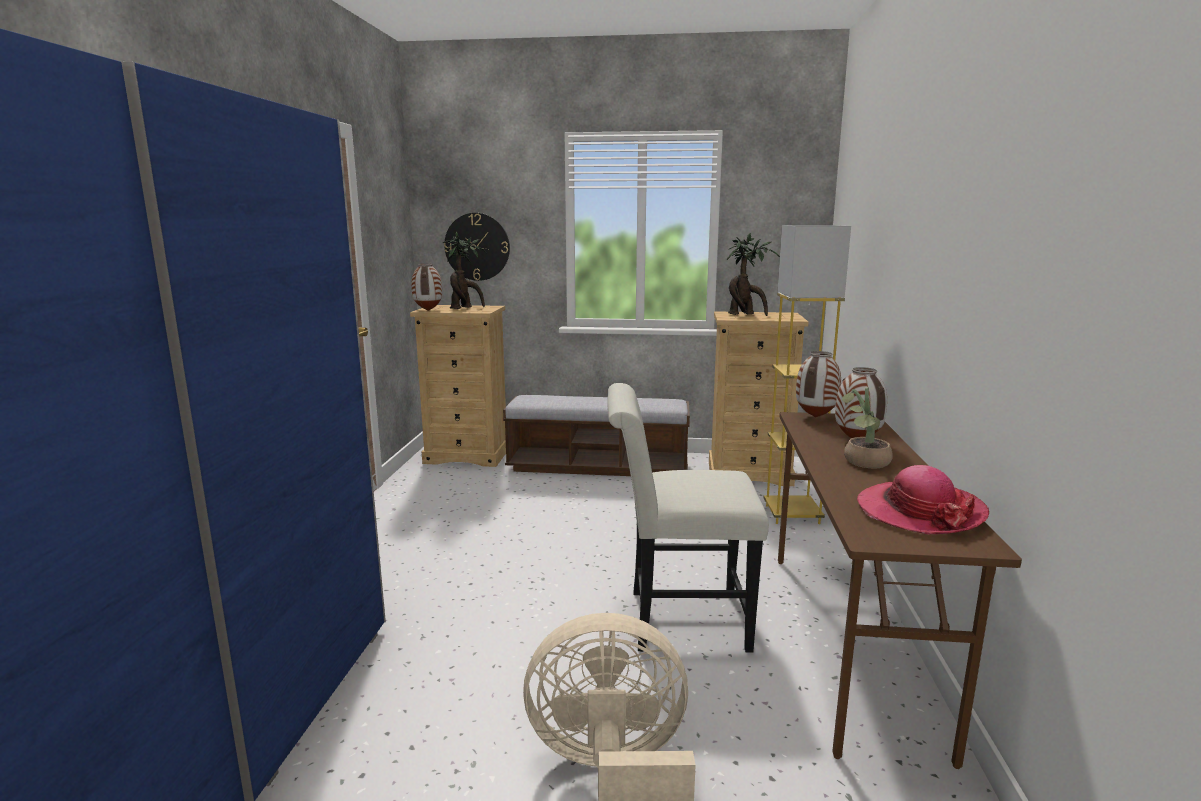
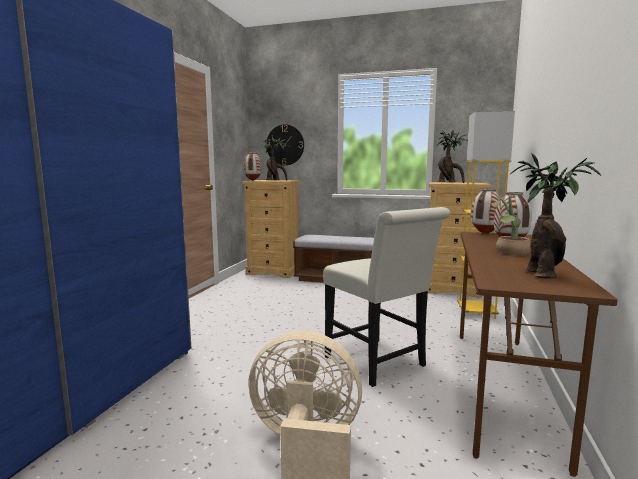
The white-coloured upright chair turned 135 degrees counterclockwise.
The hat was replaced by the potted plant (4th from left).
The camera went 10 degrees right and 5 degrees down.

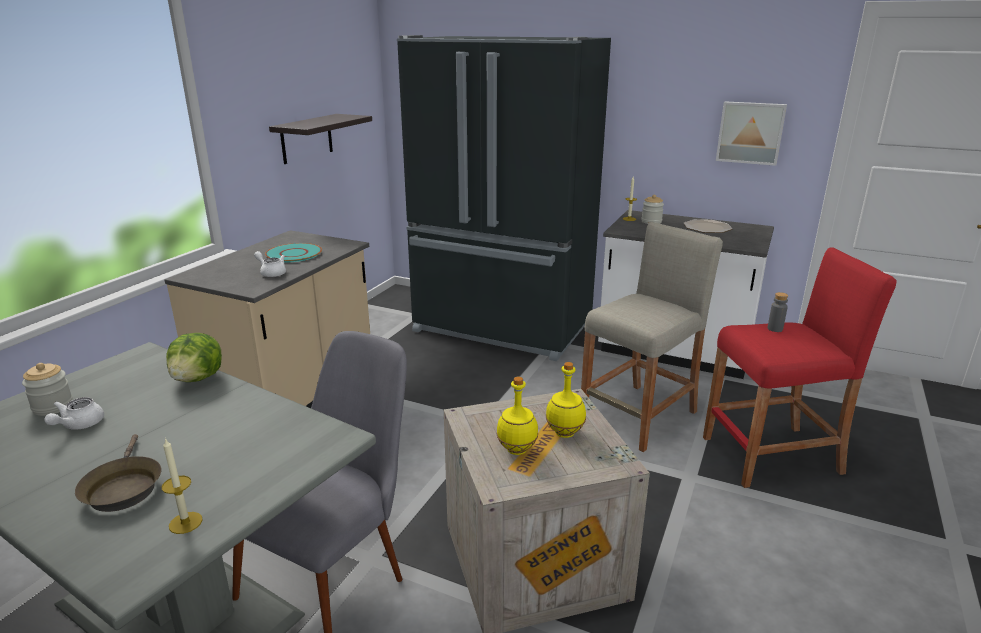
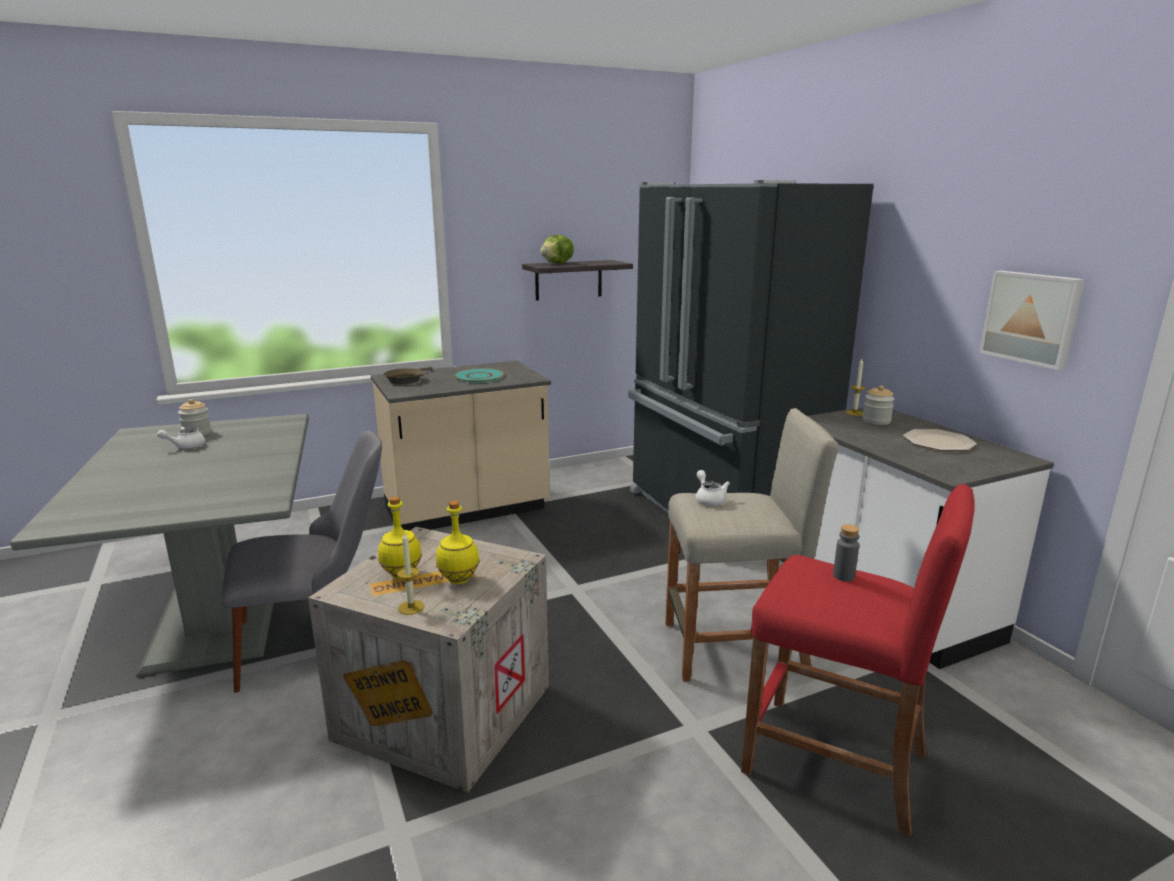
The brown pan moved.
The candle (1st from left) moved.
The lettuce moved.
The white-coloured pot for tea (2nd from left) moved.
The camera went 40 degrees right and 5 degrees down.

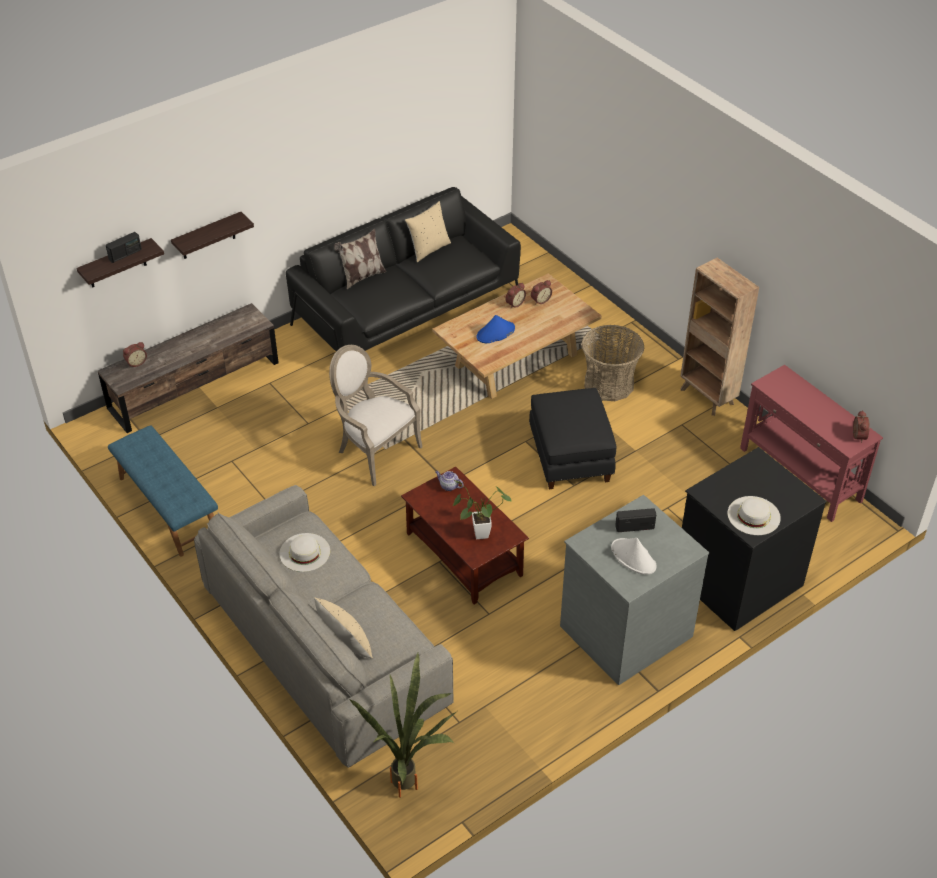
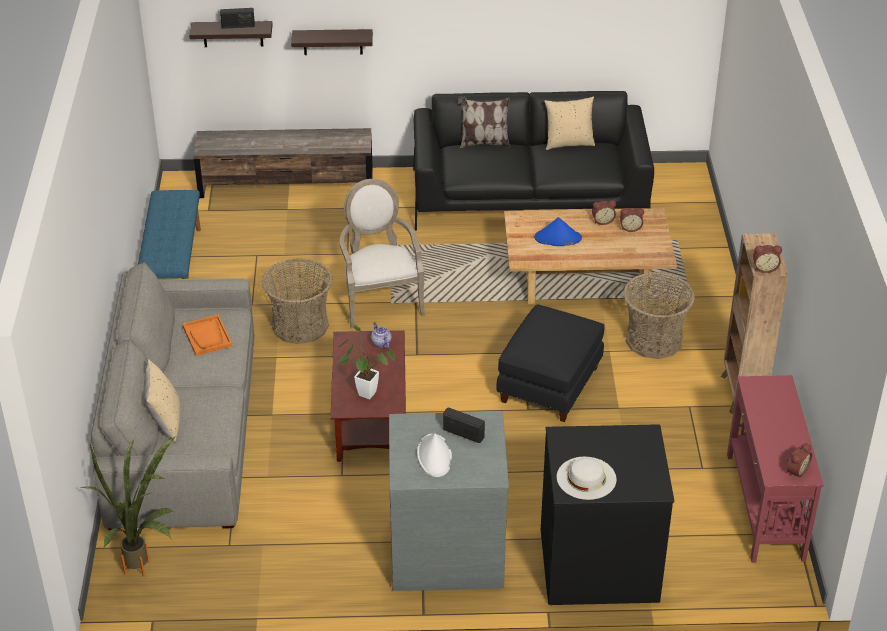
The white-coloured hat (1st from left) was replaced by the orangey serving tray.
The storage basket (1st from left) appeared.
The table clock (1st from left in the first image) moved.
The camera went 35 degrees right and 5 degrees down.

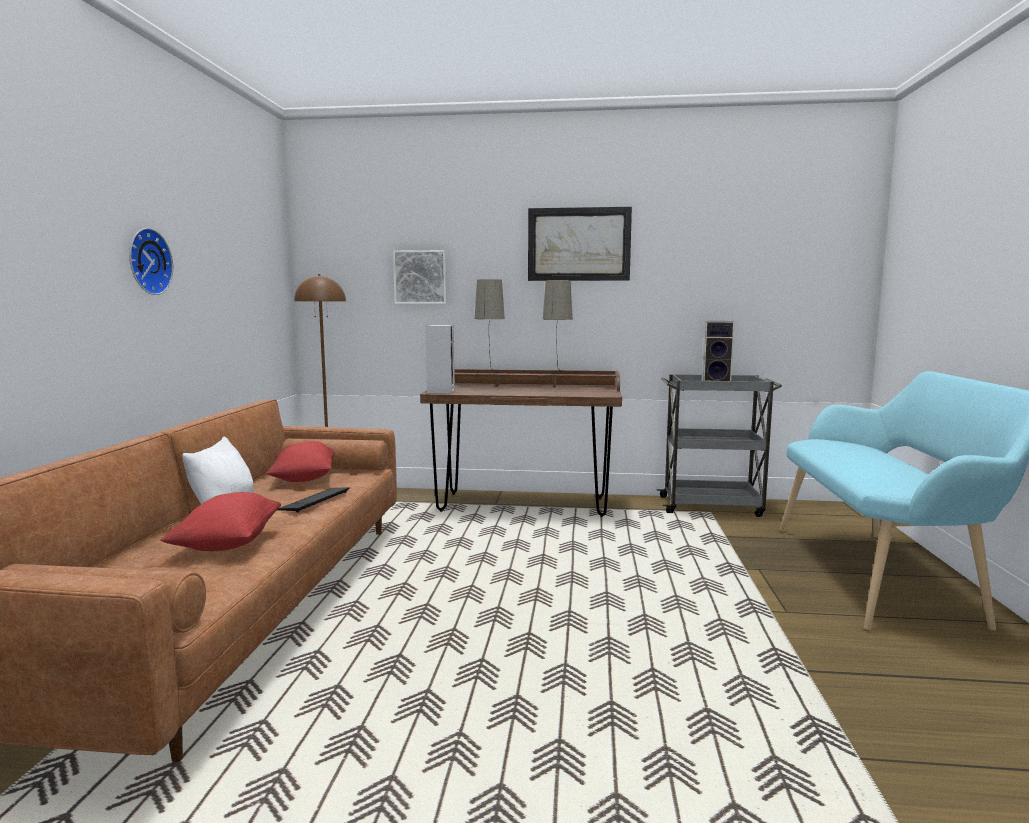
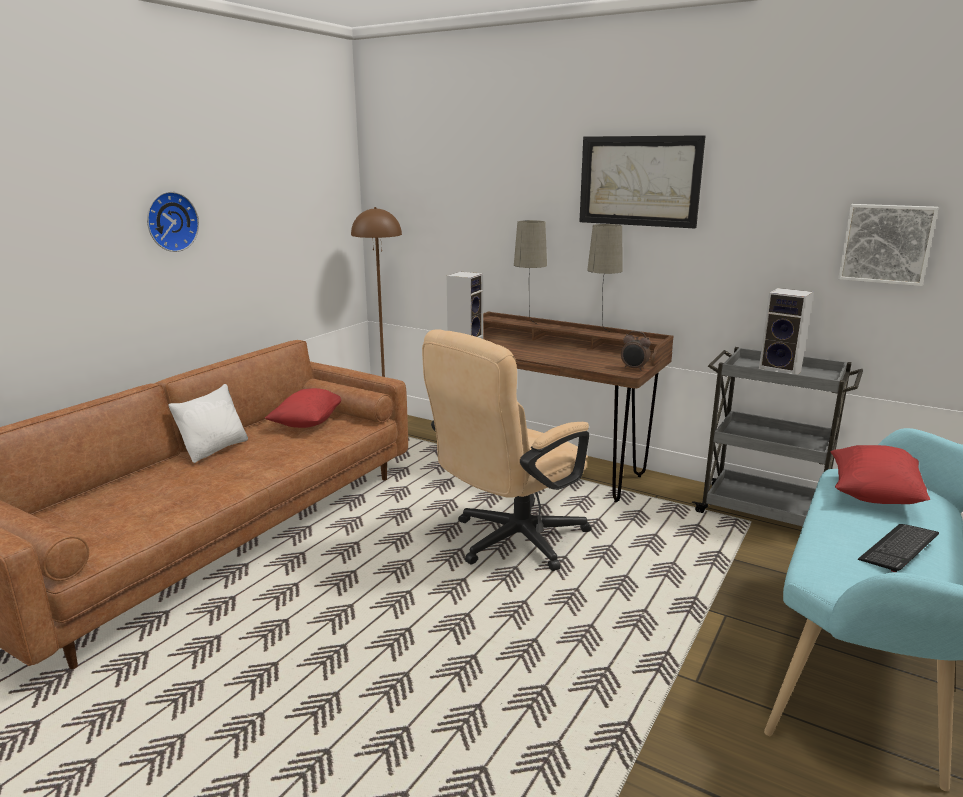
The sand-coloured computer chair appeared.
The table clock appeared.
The reddish pillow (1st from left in the first image) moved.
The wall art (1st from left in the first image) moved.
The computer keyboard moved.
The camera went 25 degrees right and 10 degrees up.

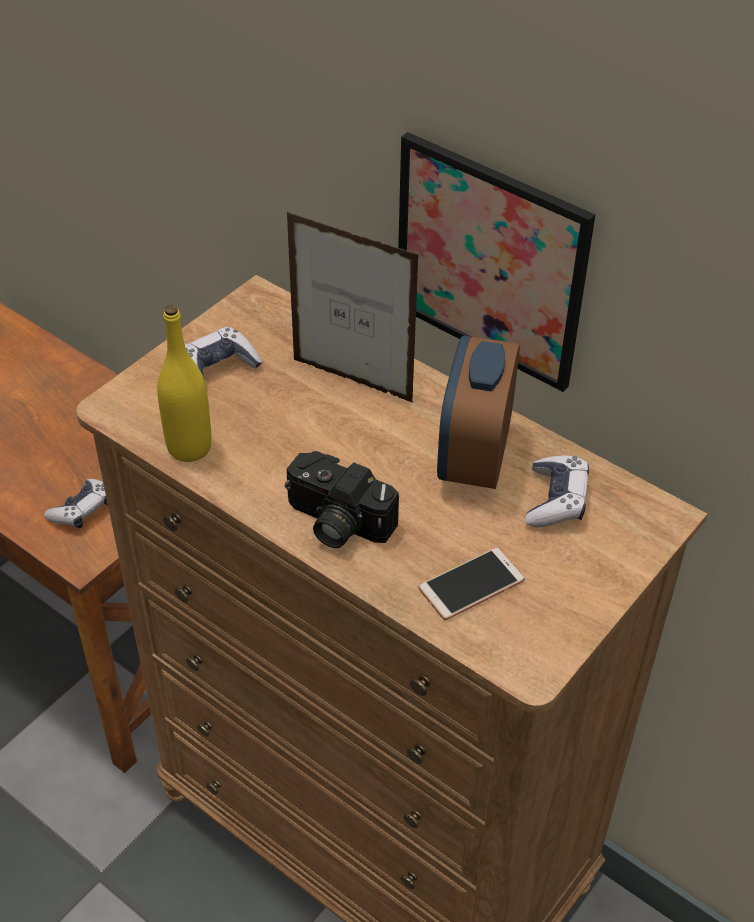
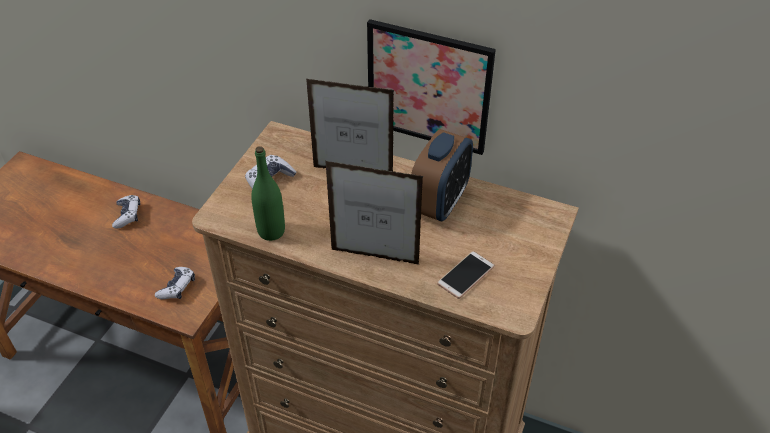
The joypad (3rd from left in the first image) moved.
The yellow drink bottle became the green-coloured drink bottle.
The still camera was replaced by the standing frame (2nd from left).
The table clock turned 150 degrees counterclockwise.
The camera went 15 degrees left and 0 degrees up.

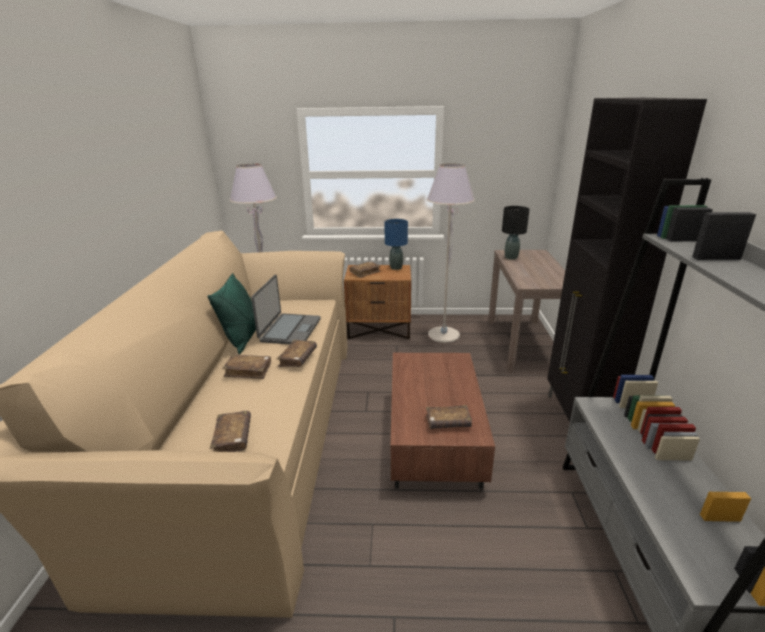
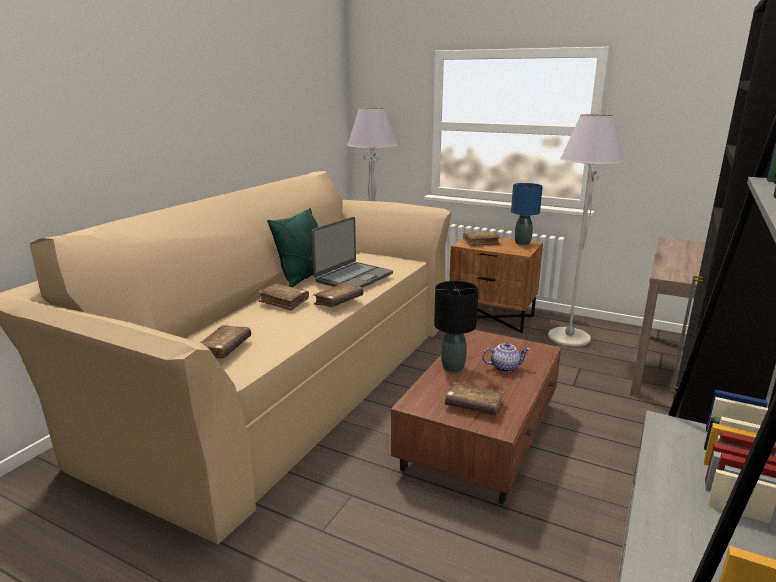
The blackish lamp for a table moved.
The pot for tea appeared.
The camera went 25 degrees right and 5 degrees down.

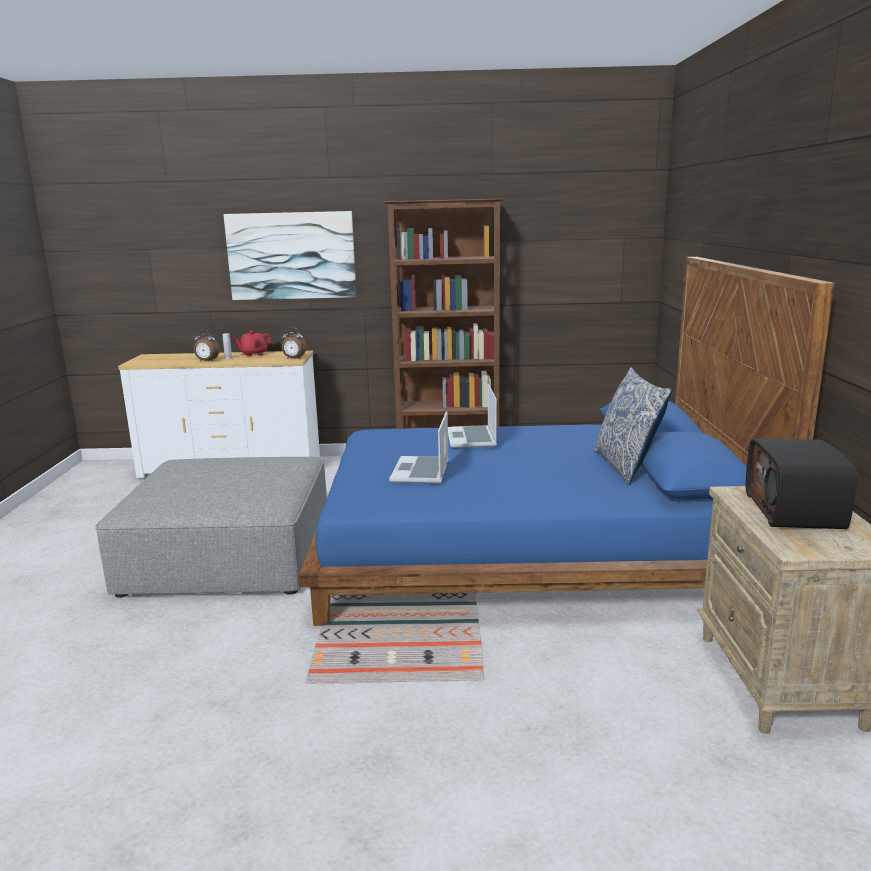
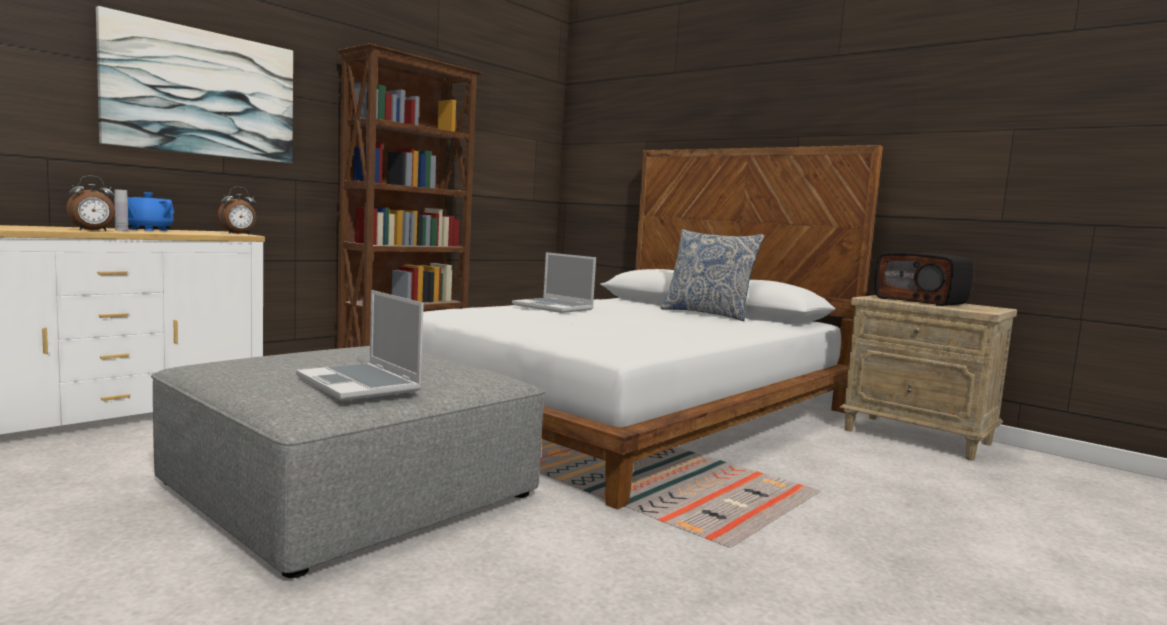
The reddish pot for tea became the bluish pot for tea.
The notebook computer (1st from left) moved.
The bluish sleeping bed became the white-coloured sleeping bed.
The camera went 50 degrees left and 10 degrees down.

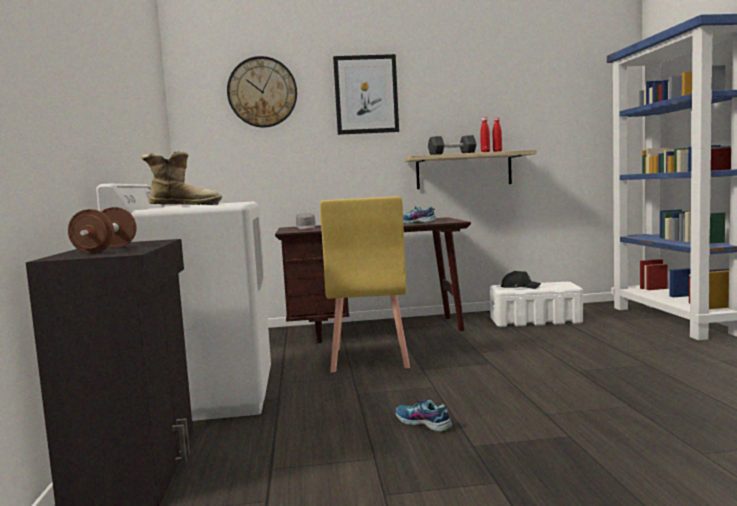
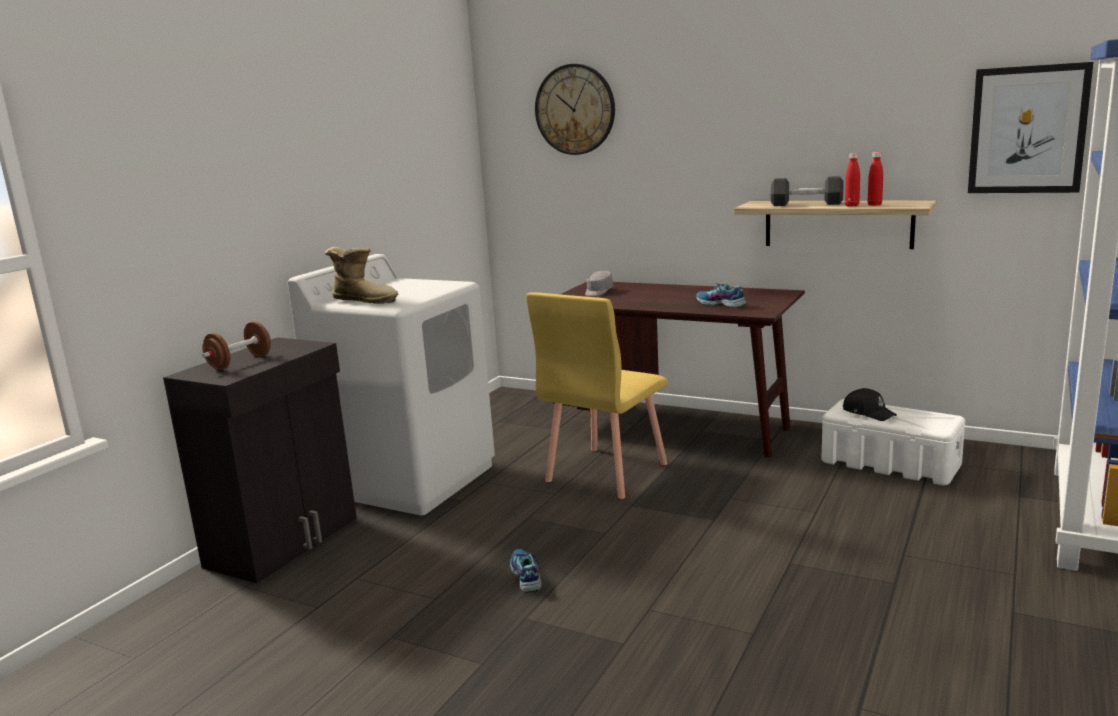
The wall art moved.
The camera went 35 degrees right and 10 degrees up.

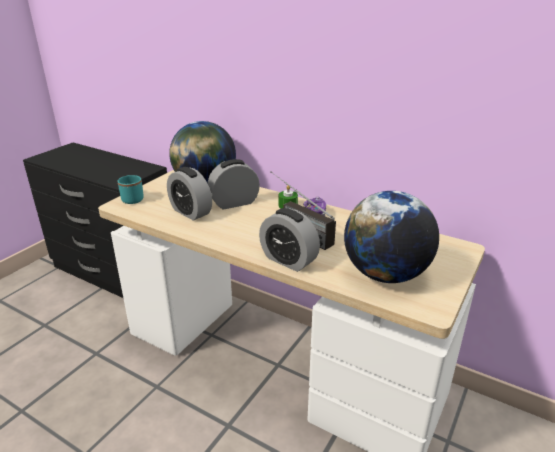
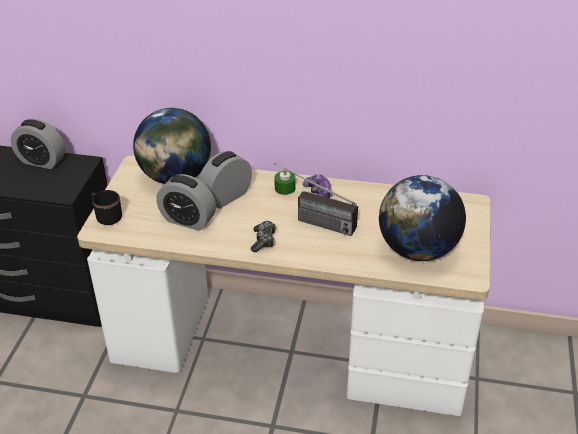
The table clock (3rd from left in the first image) moved.
The turquoise coffee mug became the blackish coffee mug.
The joypad (1st from left) appeared.
The camera went 20 degrees left and 10 degrees up.

